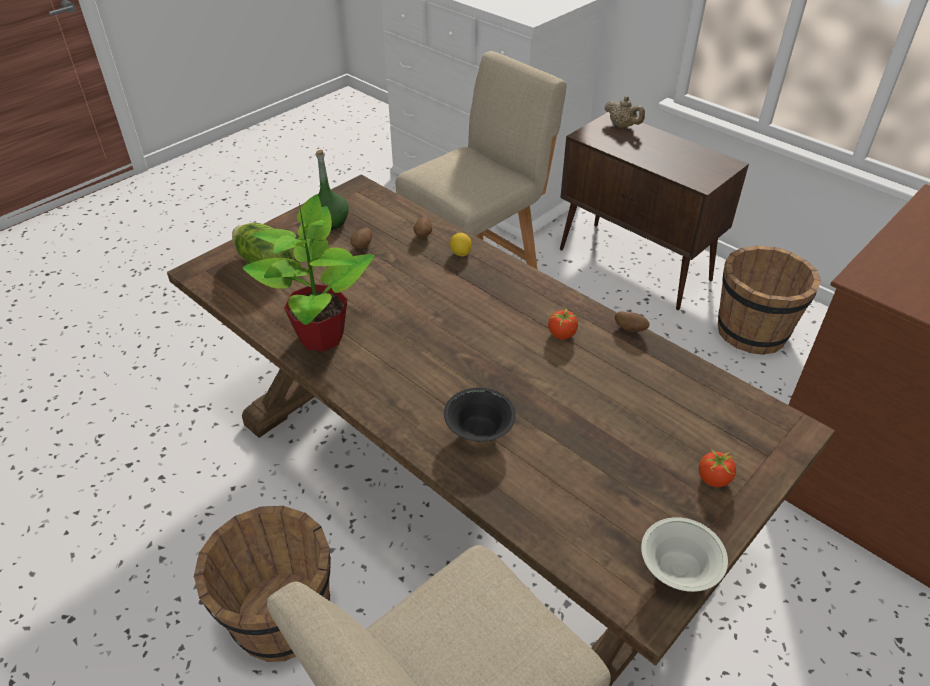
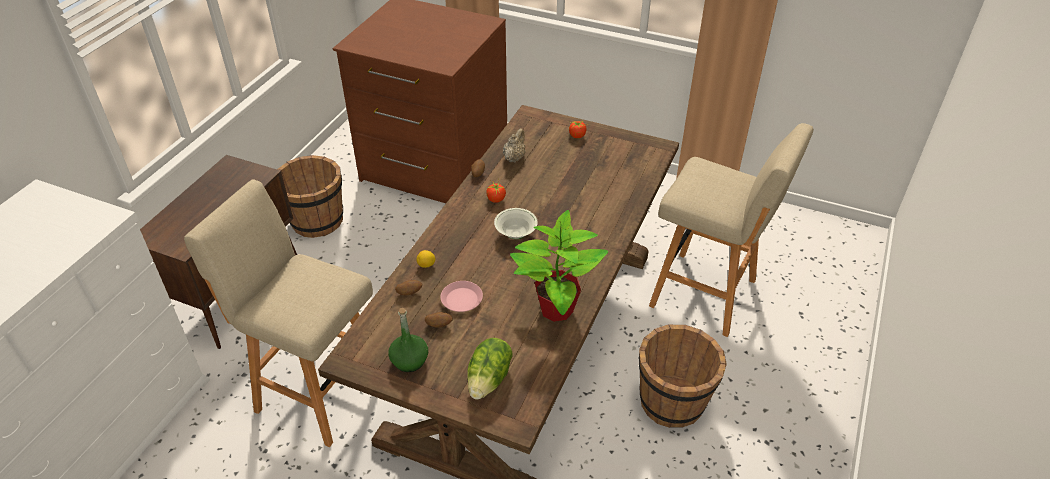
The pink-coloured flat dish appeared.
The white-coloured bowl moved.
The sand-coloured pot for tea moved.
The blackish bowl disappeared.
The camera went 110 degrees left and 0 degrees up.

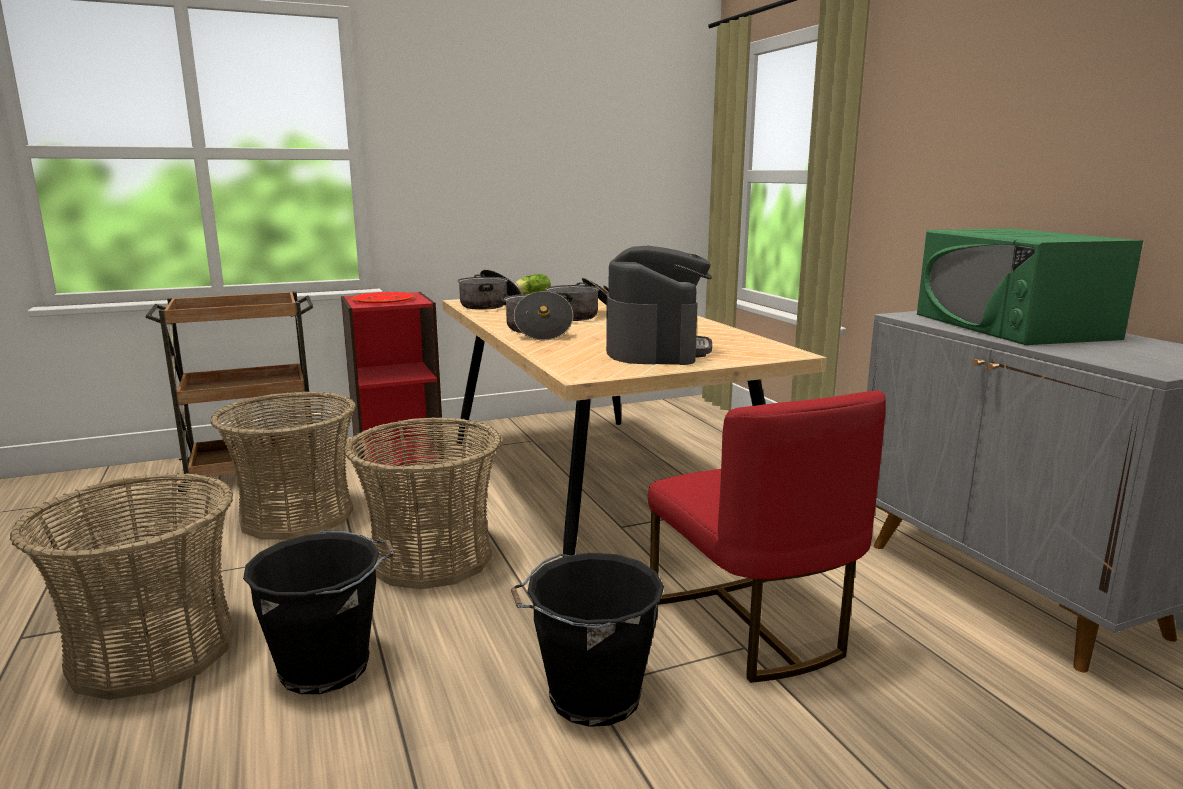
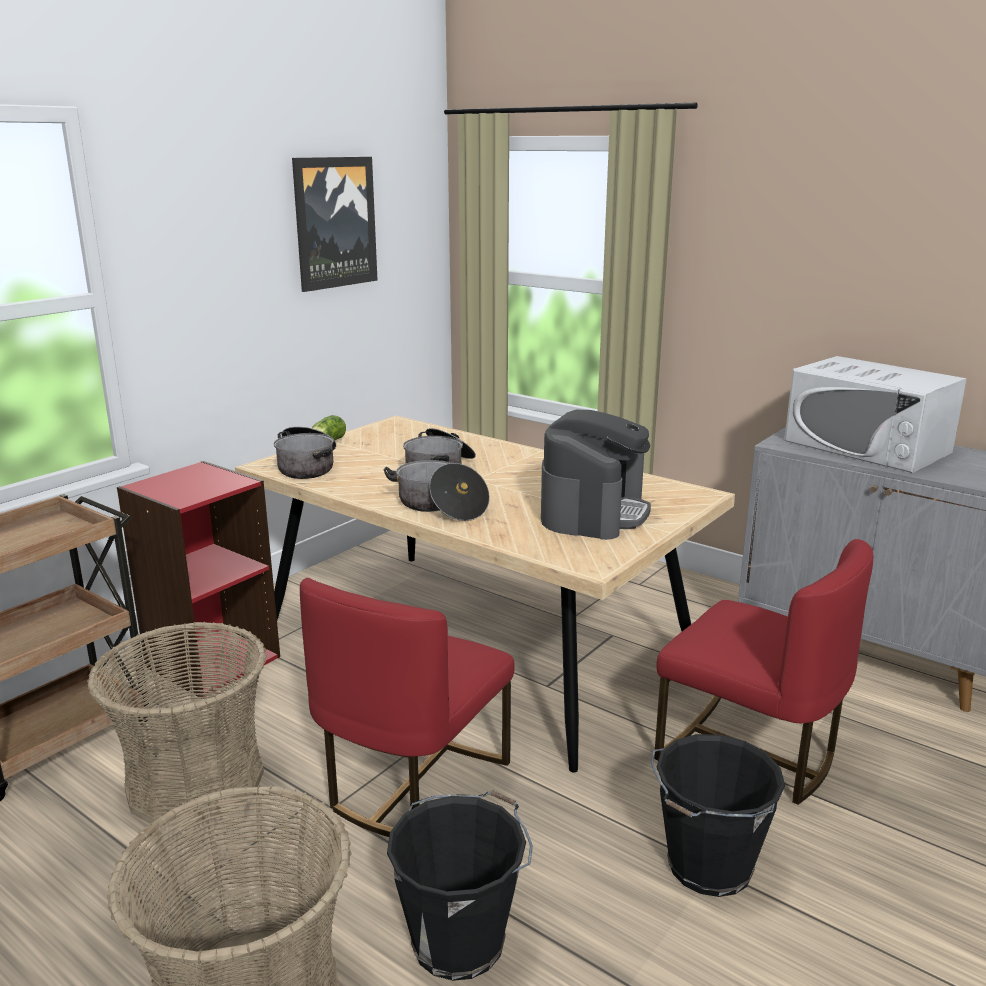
The wall art appeared.
The storage basket (3rd from left) was replaced by the reddish upright chair (1st from left).
The coffee maker turned 45 degrees clockwise.
The green-coloured microwave became the white-coloured microwave.
The reddish flat dish disappeared.
The camera went 30 degrees left and 5 degrees up.

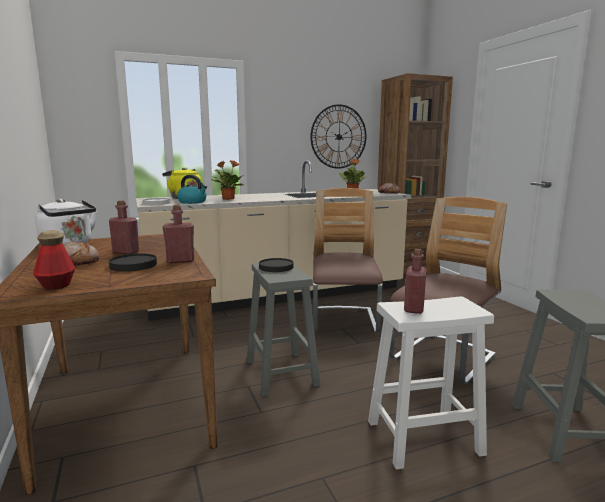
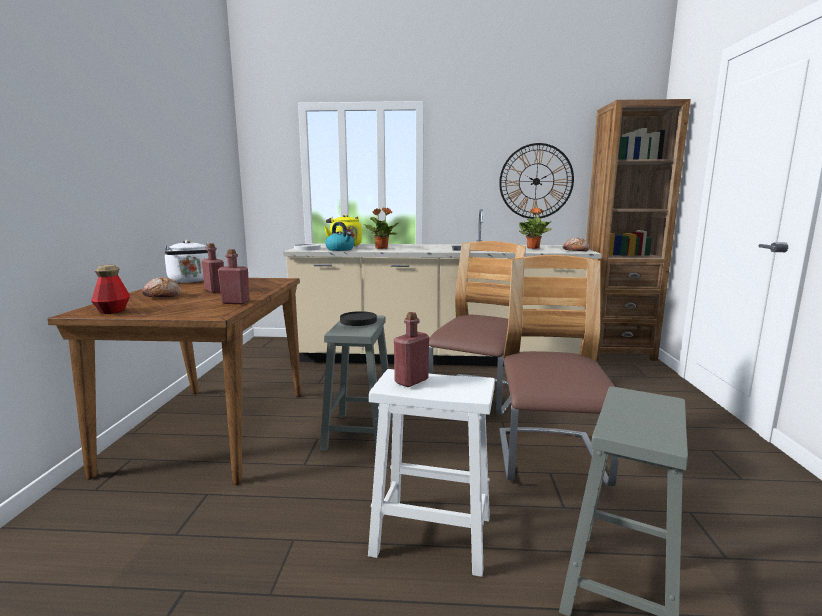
The upright chair (2nd from left) turned 60 degrees counterclockwise.
The blackish flat dish (1st from left) disappeared.
The camera went 25 degrees right and 0 degrees up.

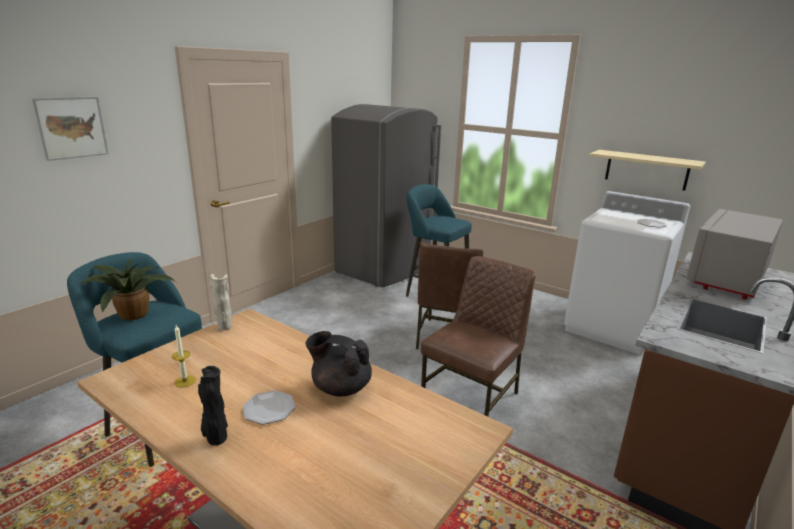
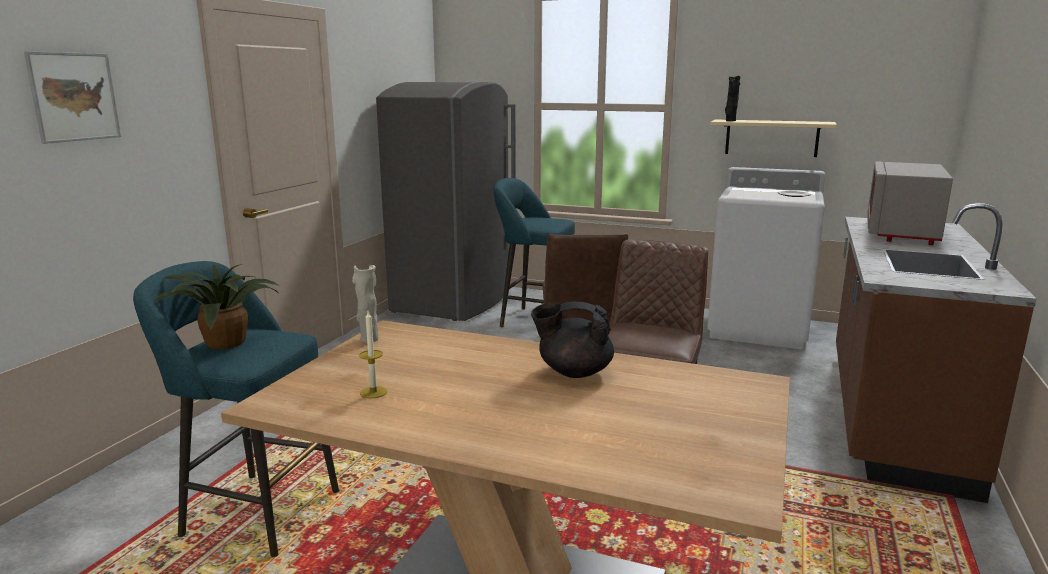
The blackish vase moved.
The flat dish (1st from left) disappeared.
The camera went 15 degrees left and 5 degrees down.

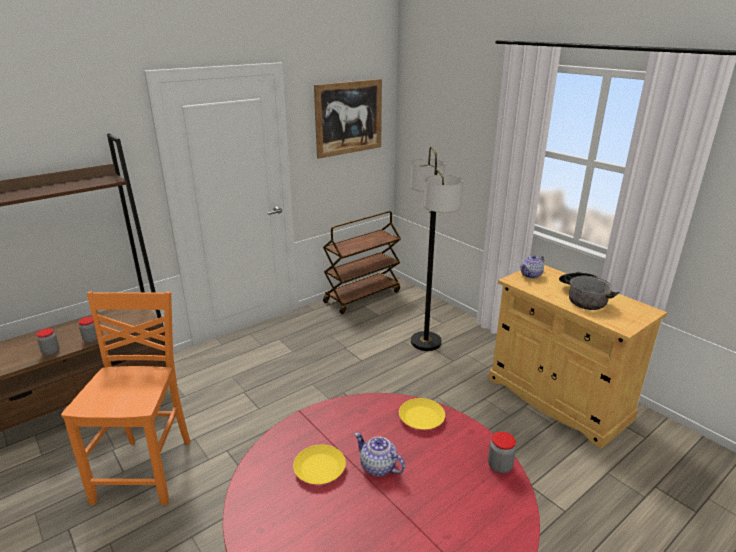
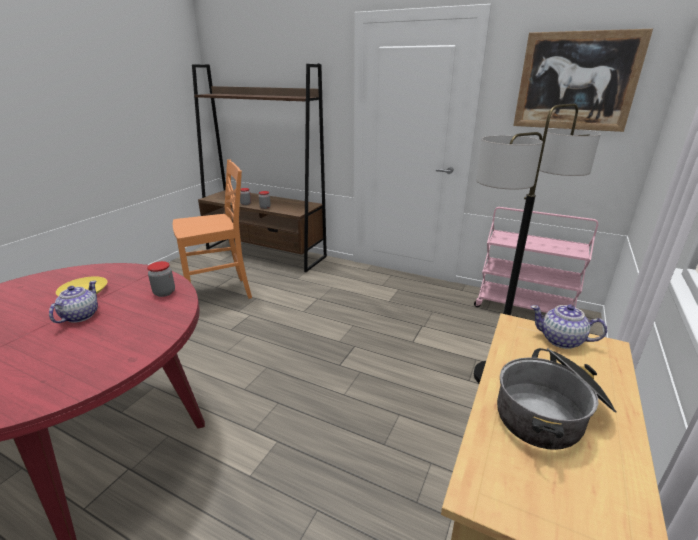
The jar (3rd from left in the first image) moved.
The brown cart became the pink-coloured cart.
The yellow flat dish (2nd from left) disappeared.
The camera went 65 degrees right and 0 degrees up.

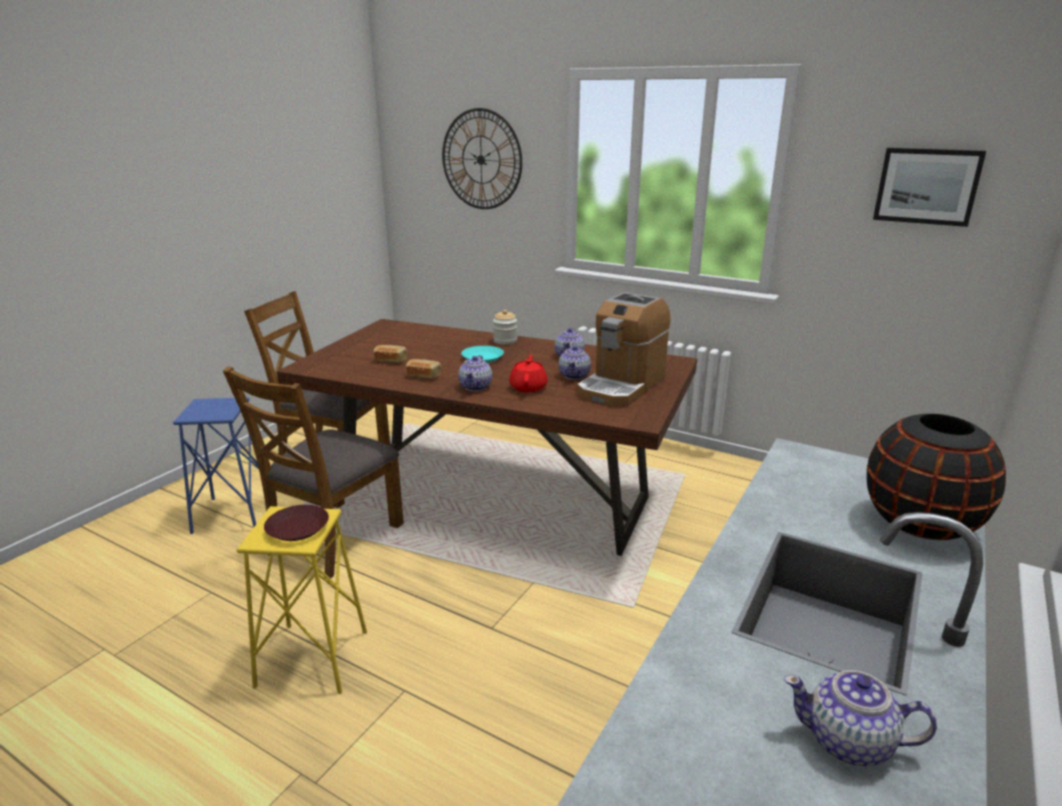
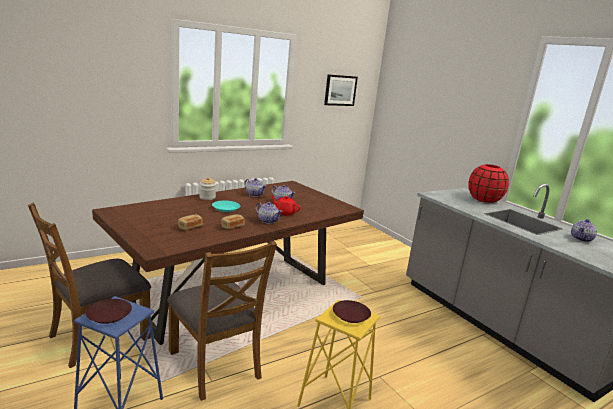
The brown flat dish (1st from left) appeared.
The blackish vase became the reddish vase.
The hanging clock disappeared.
The coffee maker disappeared.
The camera went 65 degrees left and 5 degrees down.

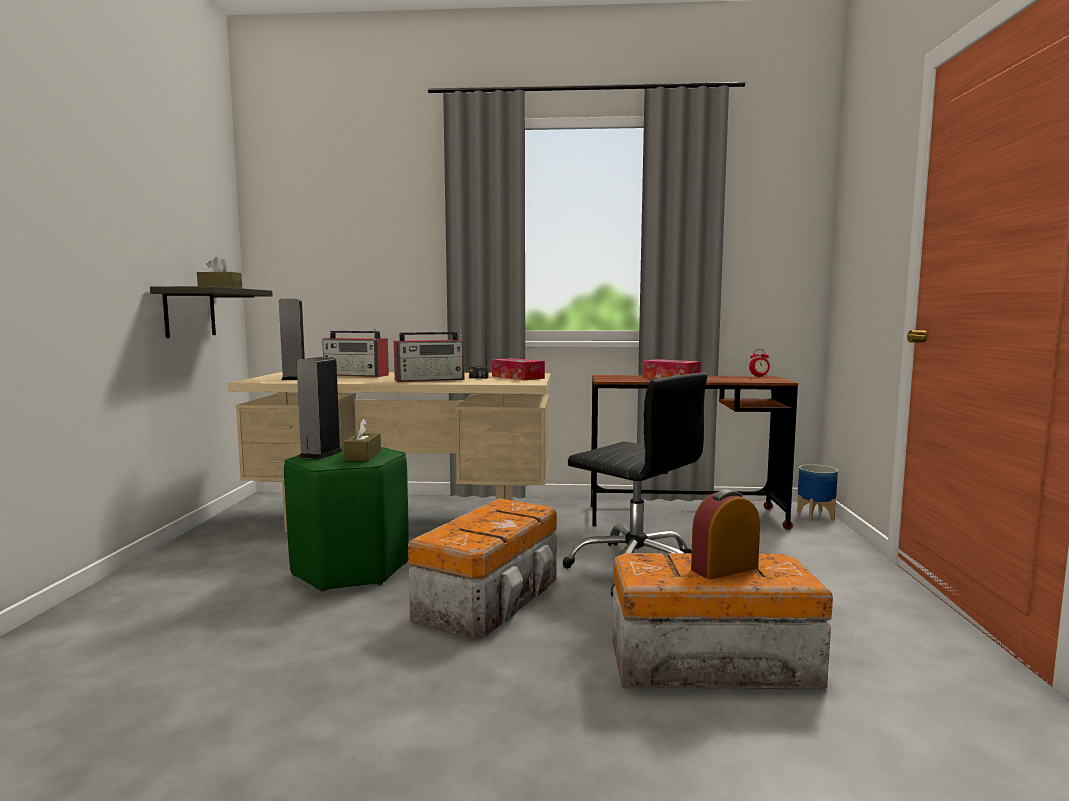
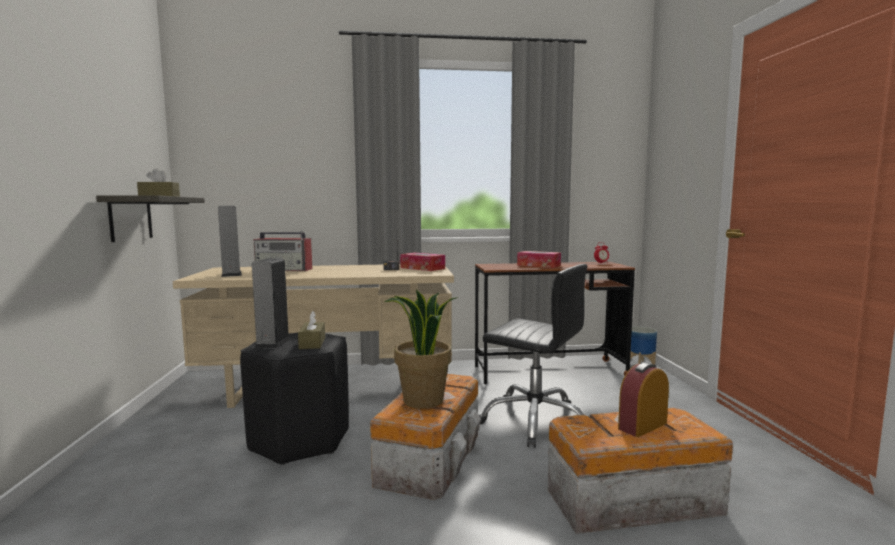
The green-coloured stool seat became the blackish stool seat.
The potted plant appeared.
The radio receiver (2nd from left) disappeared.
The camera went 10 degrees left and 0 degrees up.

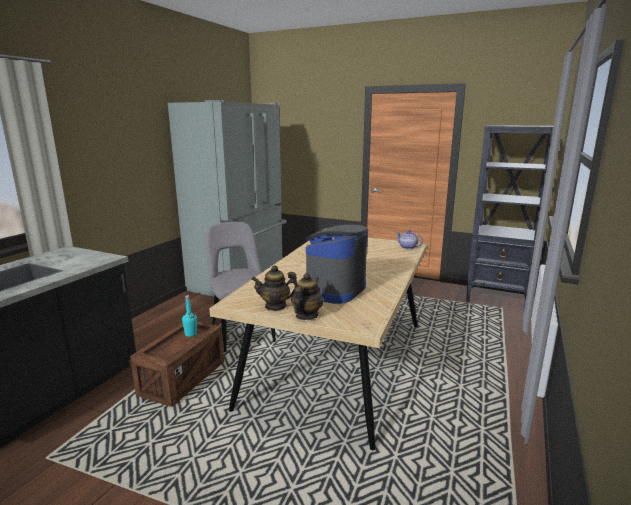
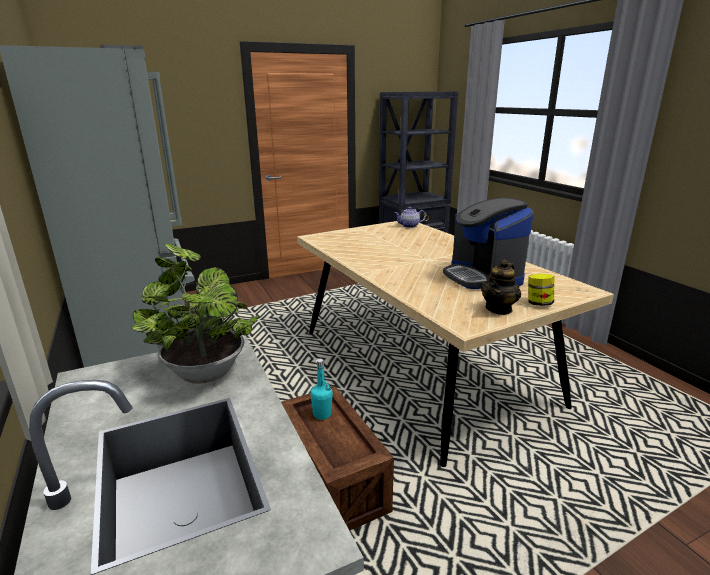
The potted plant appeared.
The pot for tea (2nd from left) was replaced by the jar.
The gray upright chair disappeared.
The camera went 50 degrees left and 5 degrees up.

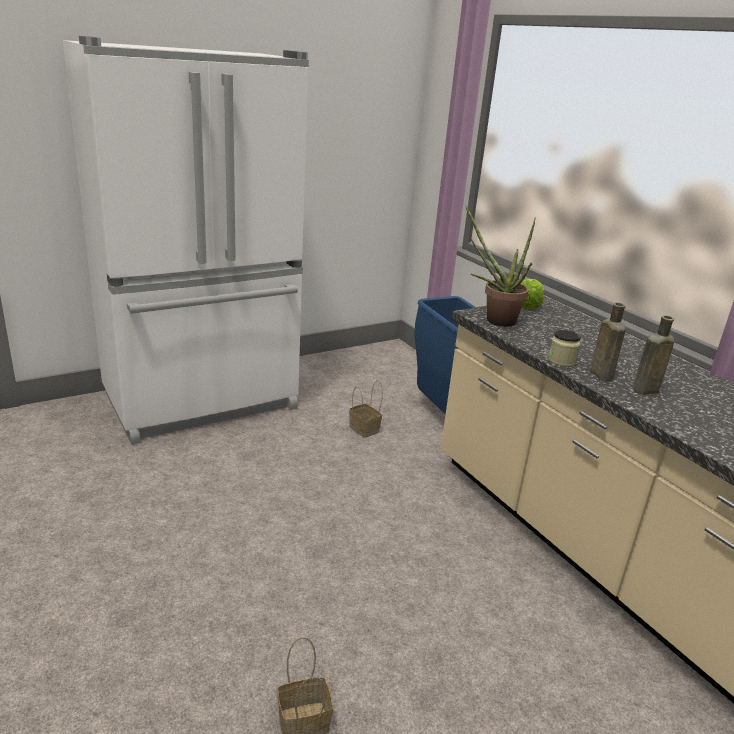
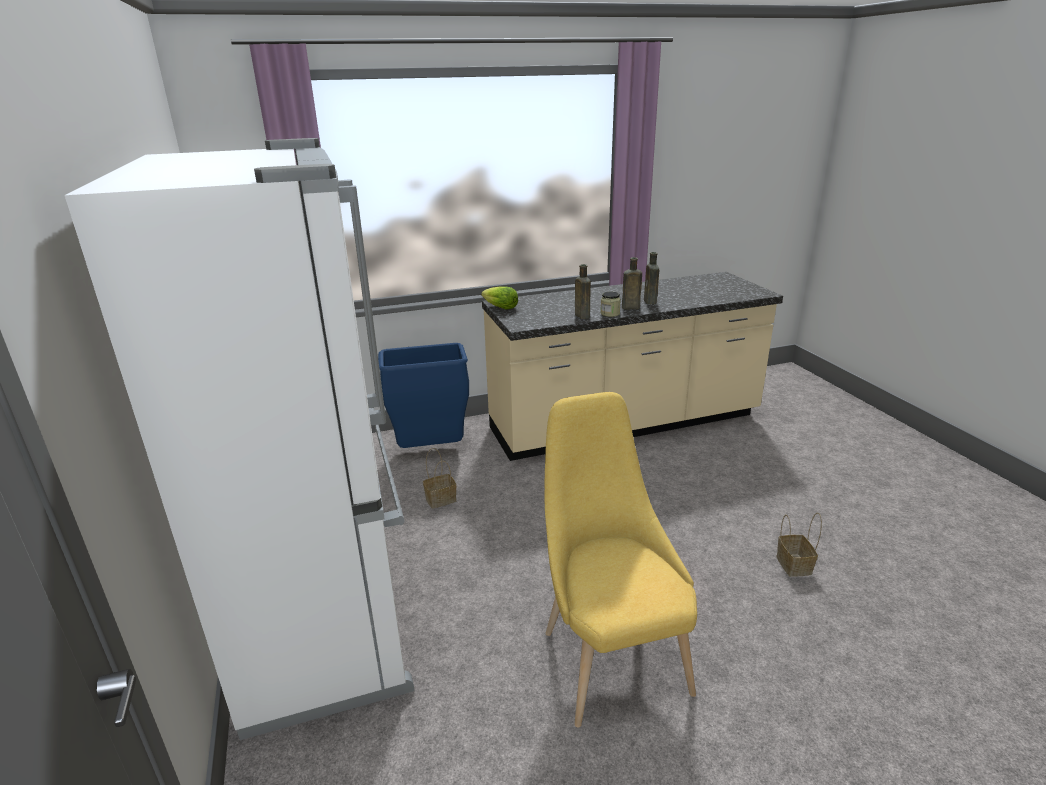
The yellow upright chair appeared.
The brown drink bottle (1st from left) appeared.
The potted plant disappeared.
The camera went 75 degrees left and 0 degrees up.

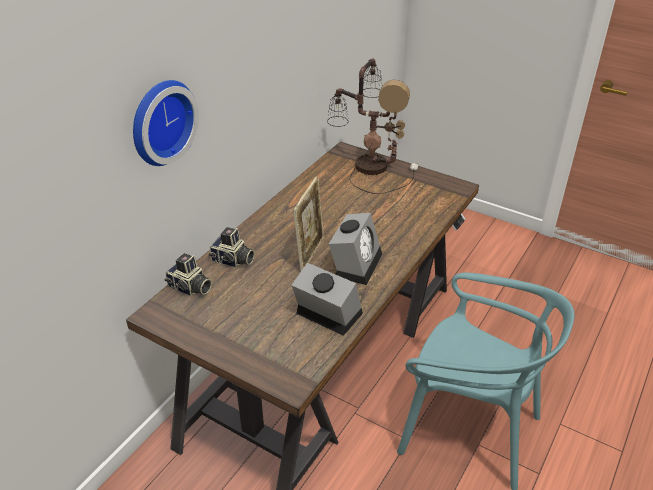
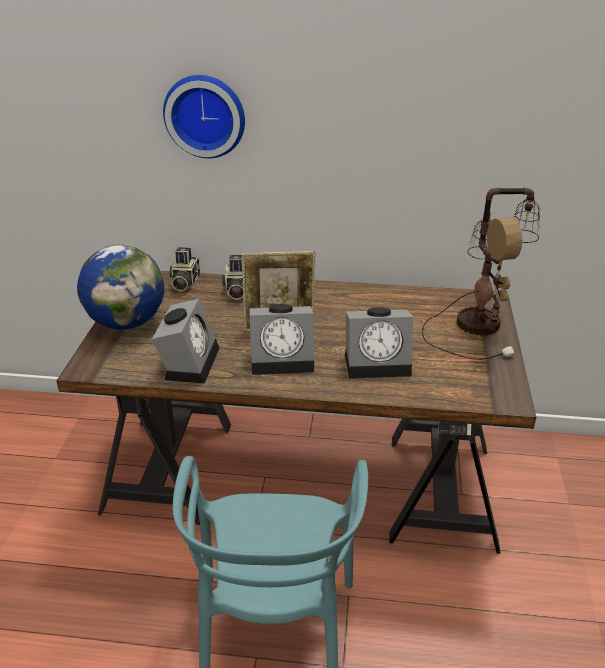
The world globe appeared.
The table clock (3rd from left) appeared.
The camera went 65 degrees right and 5 degrees down.

